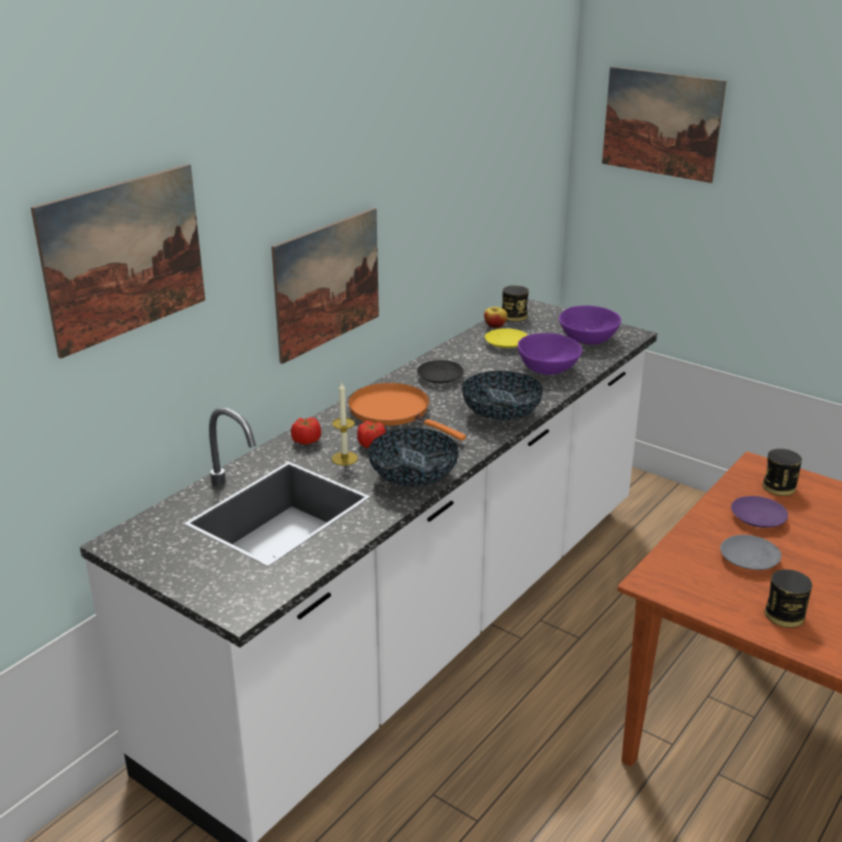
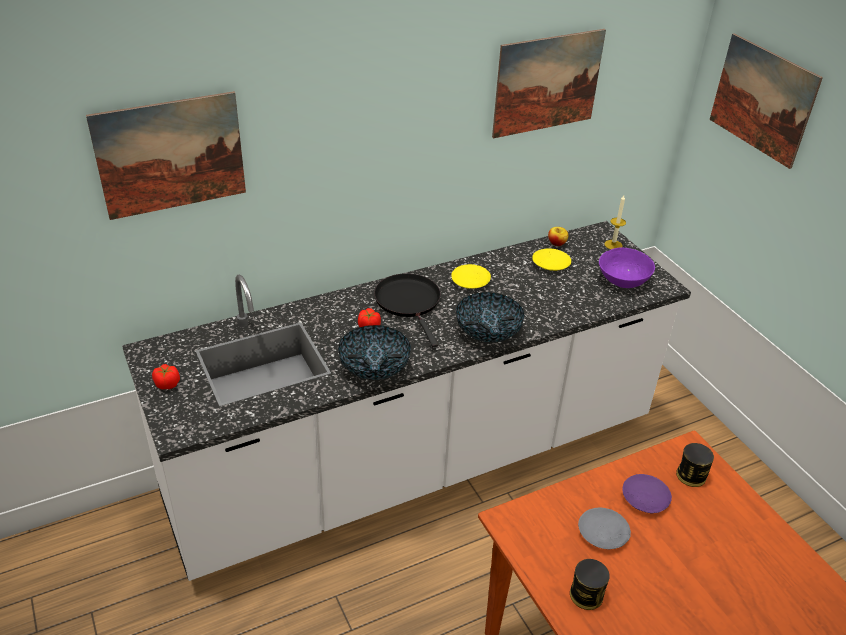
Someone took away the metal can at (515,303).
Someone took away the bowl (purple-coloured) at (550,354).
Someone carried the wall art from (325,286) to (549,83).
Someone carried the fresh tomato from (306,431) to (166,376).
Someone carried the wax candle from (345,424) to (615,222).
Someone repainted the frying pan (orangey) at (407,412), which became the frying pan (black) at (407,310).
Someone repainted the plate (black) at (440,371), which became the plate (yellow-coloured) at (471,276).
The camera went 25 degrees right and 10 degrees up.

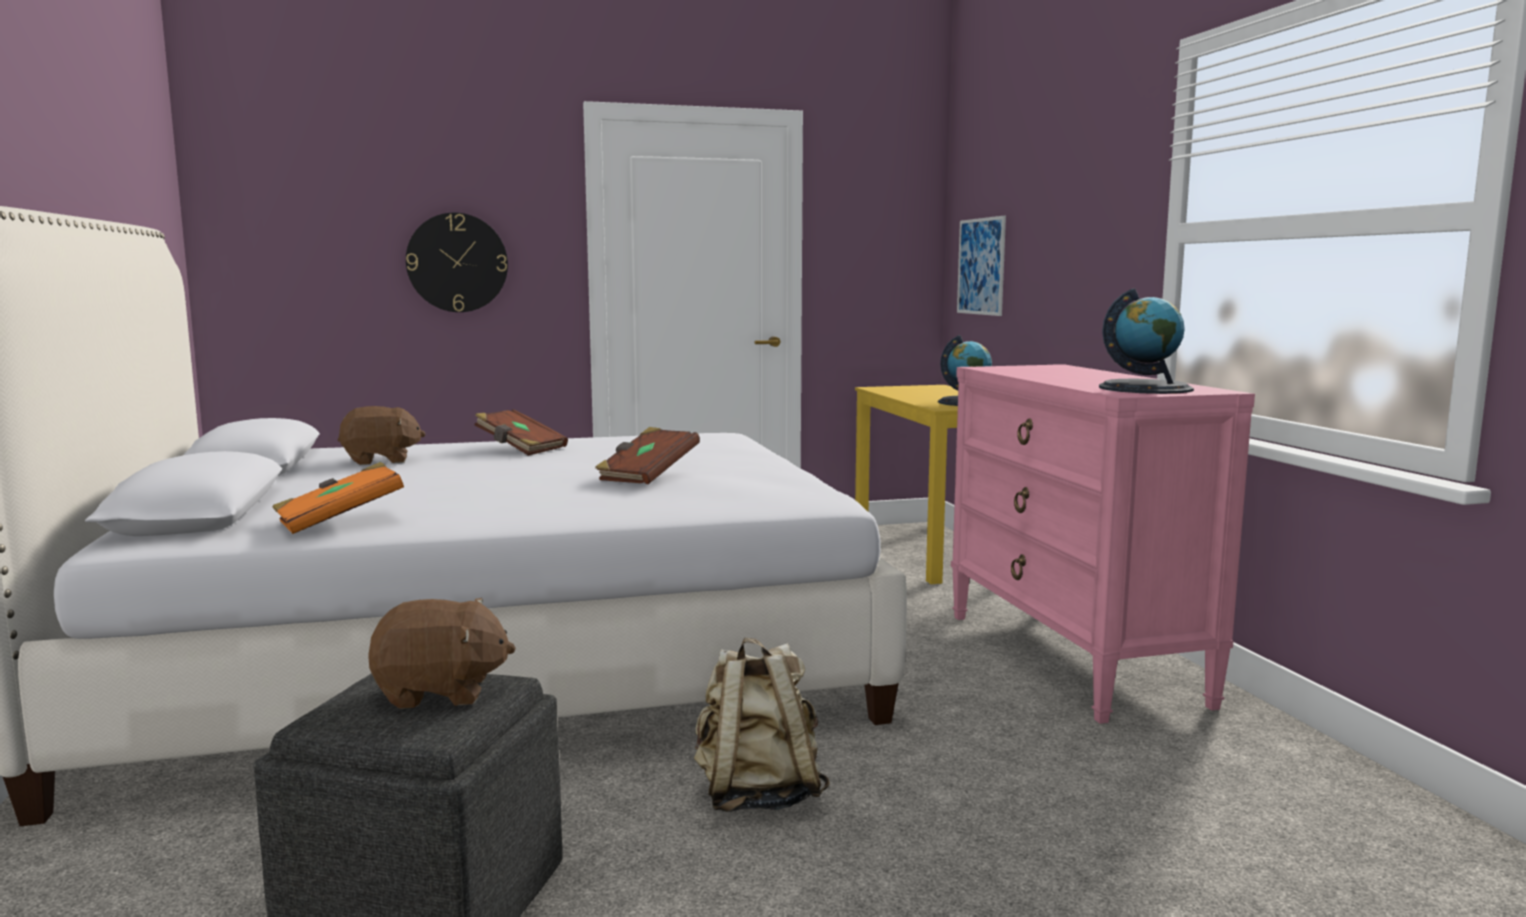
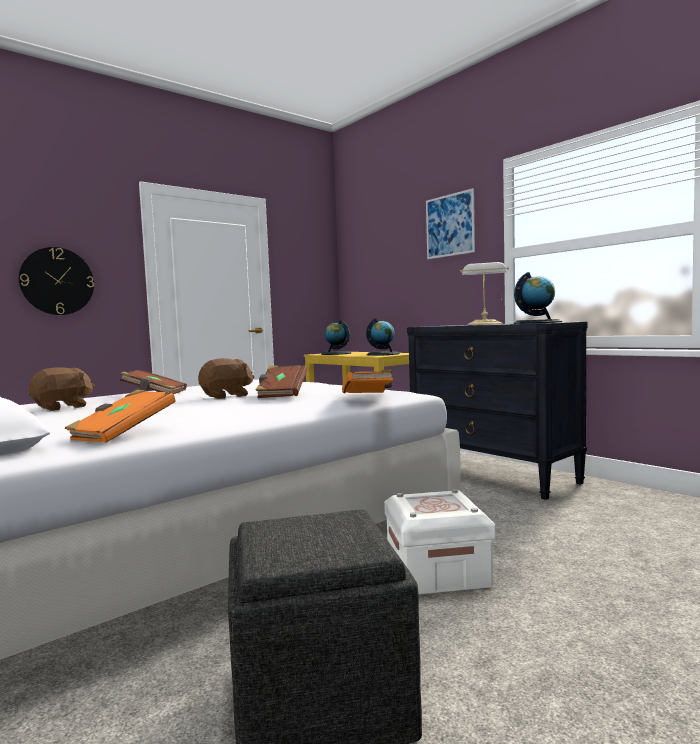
Someone put down the desk globe at (336,337).
Someone put down the book (orangey) at (367,381).
Someone put down the lamp for a table at (484,293).
Someone carried the soft toy (brown) from (442,653) to (226,378).
Someone carried the wall art from (981,266) to (450,223).
Someone swapped the knapsack (beige) at (762,725) for the storage bin (whitish) at (439,542).
Someone repainted the chest of drawers (pinkish) at (1103,544), which became the chest of drawers (black) at (497,411).
The camera went 25 degrees left and 5 degrees down.

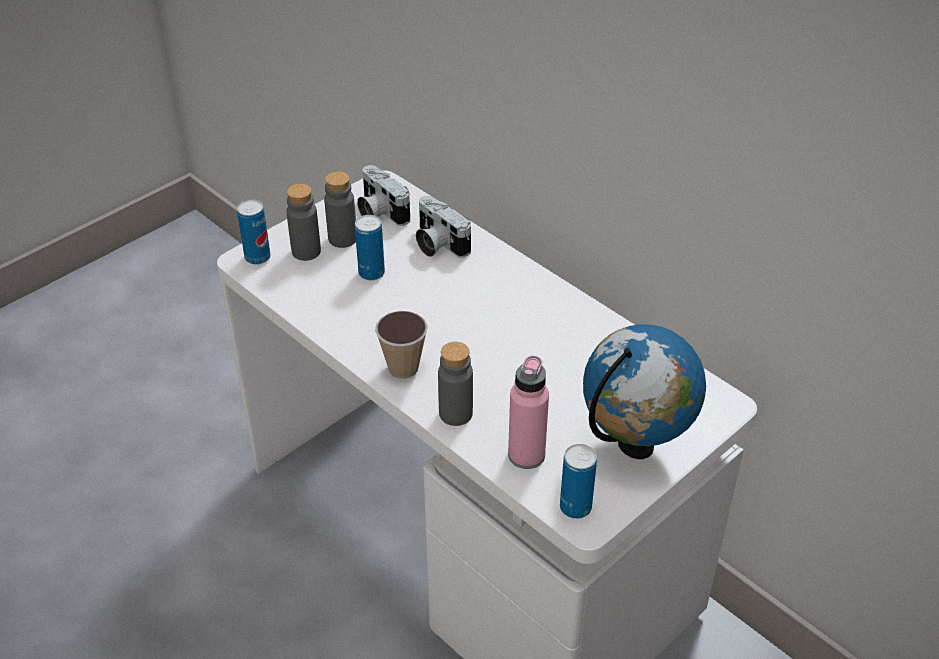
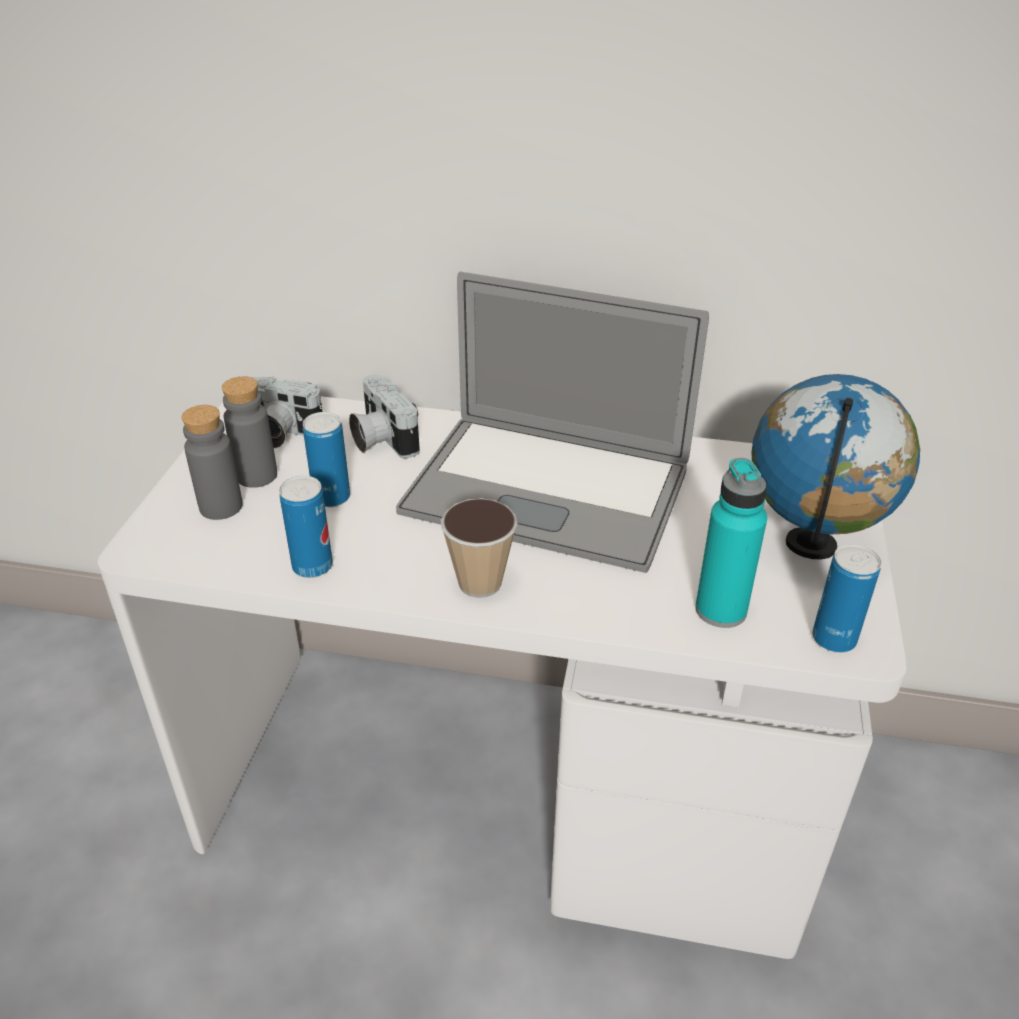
Someone took away the beverage bottle (greyish) at (455,384).
Someone put down the portable computer at (552,422).
Someone carried the metal can from (254,232) to (306,527).
Someone repainted the beverage bottle (pinkish) at (528,412), which became the beverage bottle (turquoise-coloured) at (731,543).
Someone rotated the still camera at (443,227) by 45 degrees clockwise.
The camera went 35 degrees left and 5 degrees down.

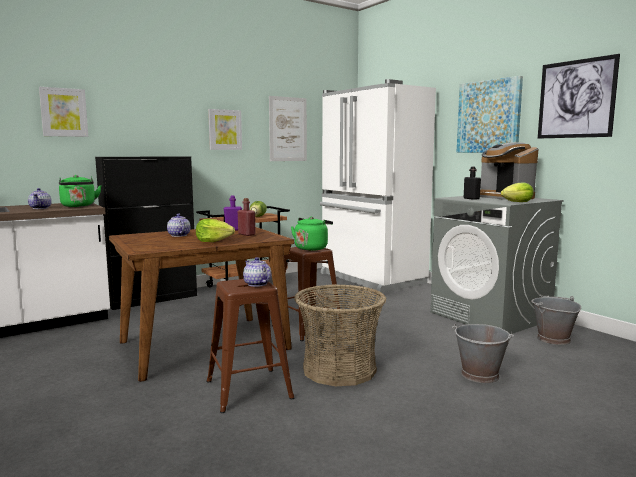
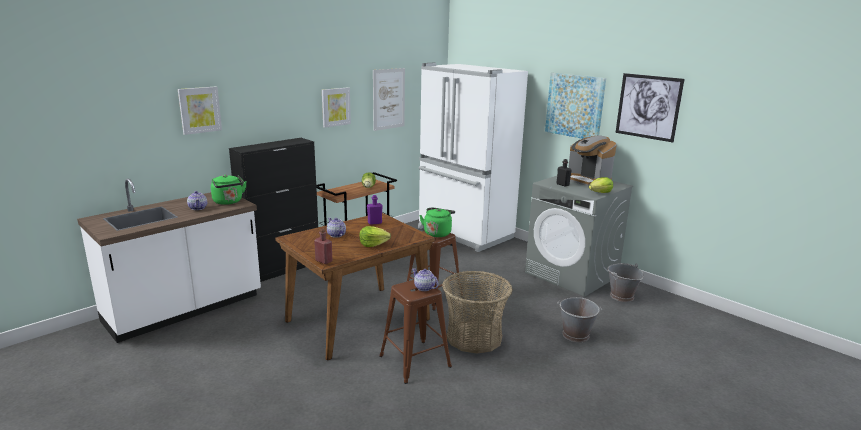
Someone carried the beverage bottle (red) from (247,217) to (323,246).
The camera went 10 degrees left and 10 degrees up.

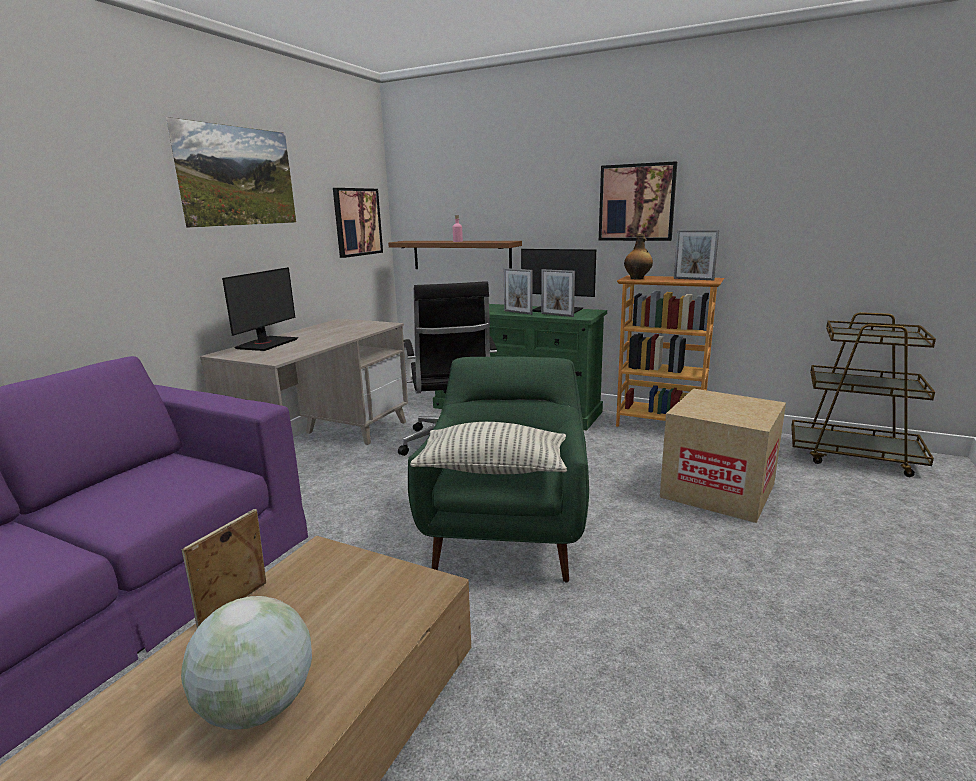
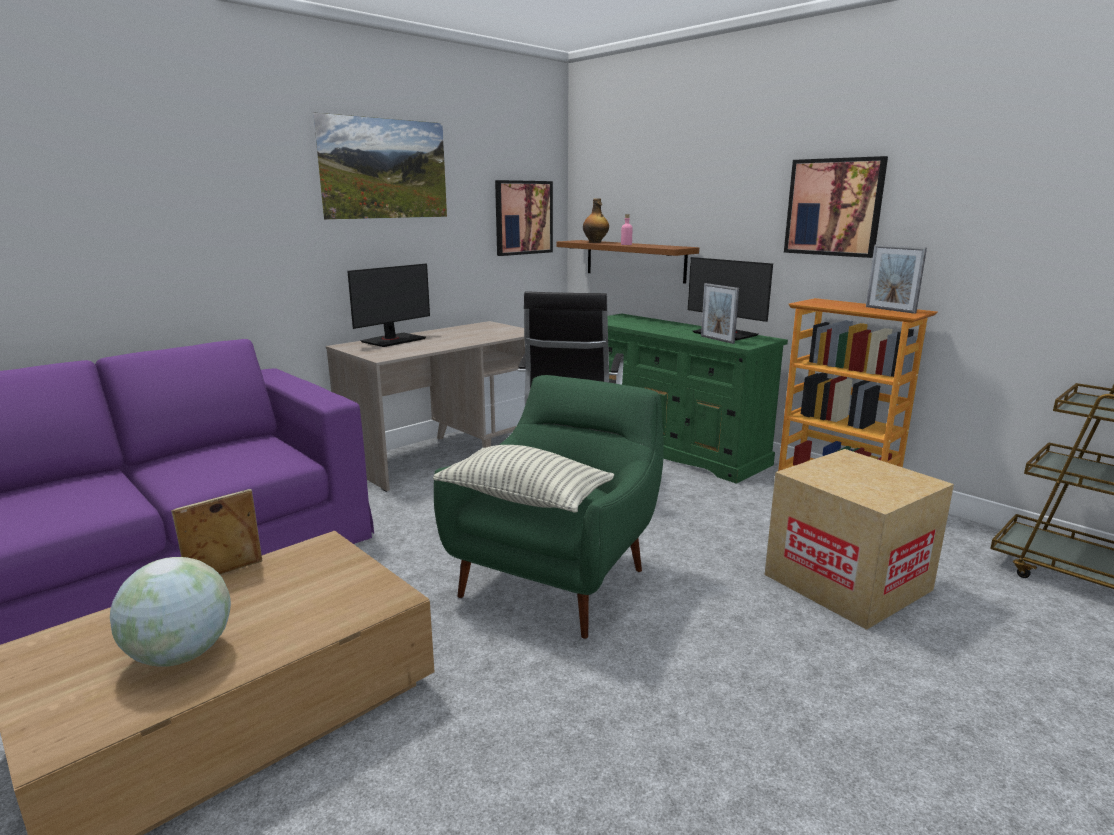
Someone took away the picture frame at (518,291).
Someone carried the beverage bottle from (638,256) to (596,220).
The camera went 20 degrees right and 0 degrees up.

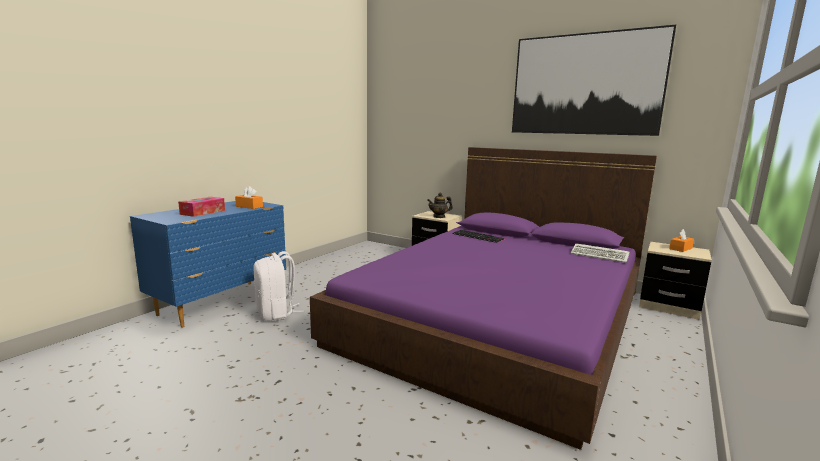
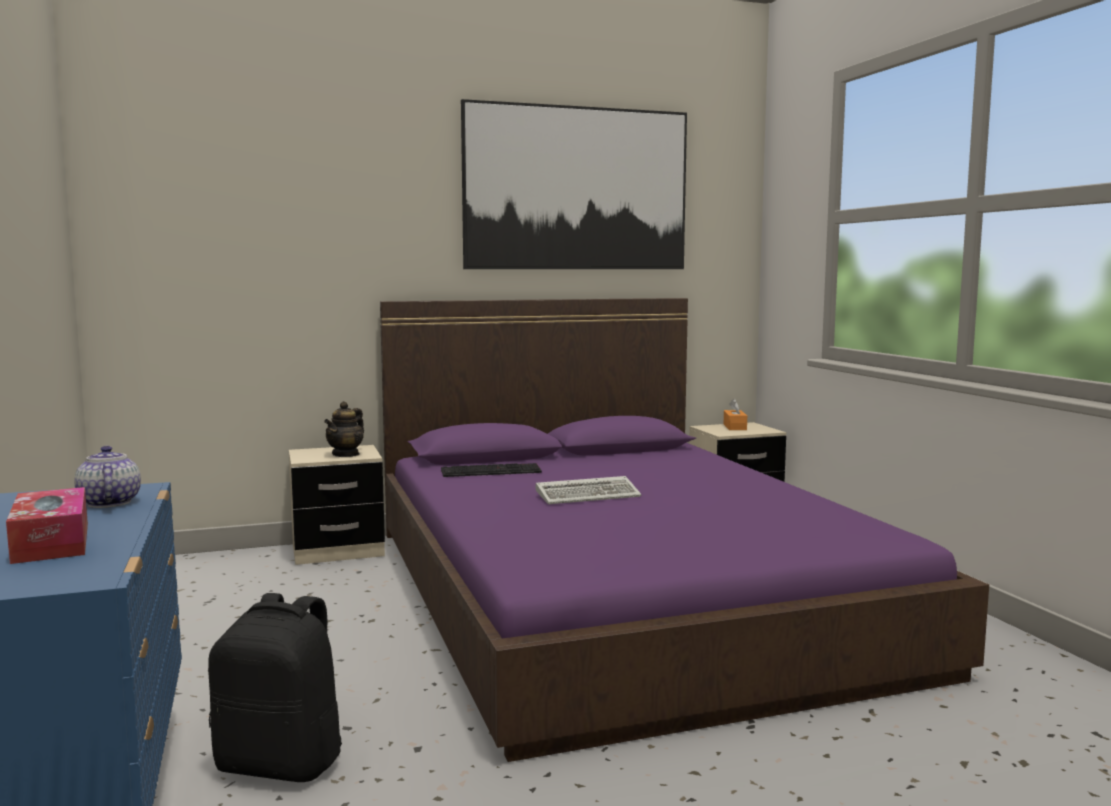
Someone carried the PC keyboard from (600,253) to (588,490).
Someone swapped the tissue holder (orangey) at (249,197) for the teapot at (108,477).
Someone repainted the knapsack (whitish) at (278,286), which became the knapsack (black) at (275,687).
The camera went 50 degrees left and 5 degrees down.

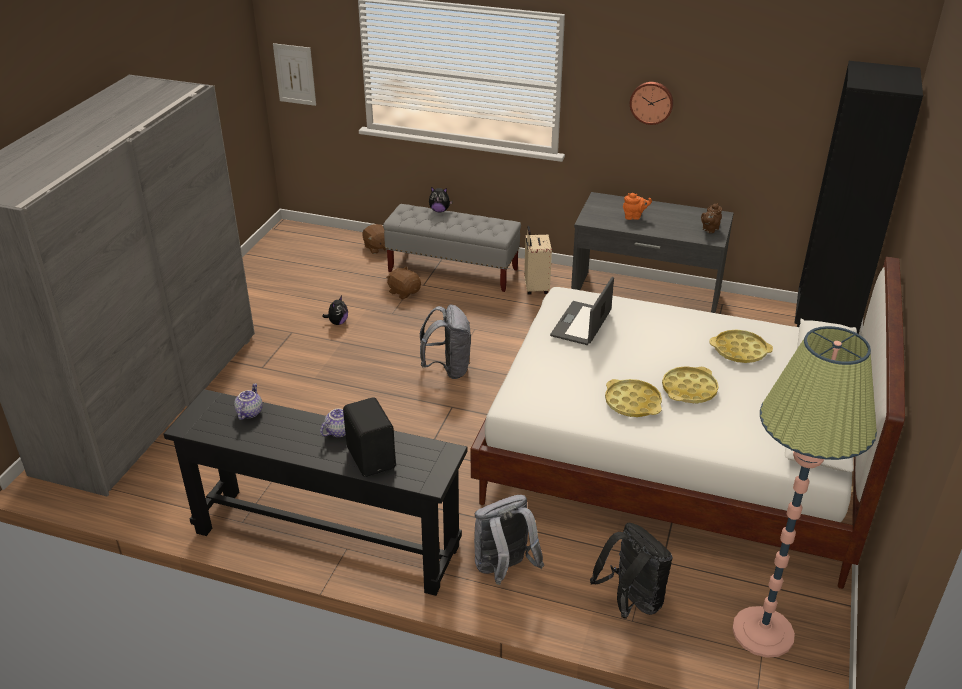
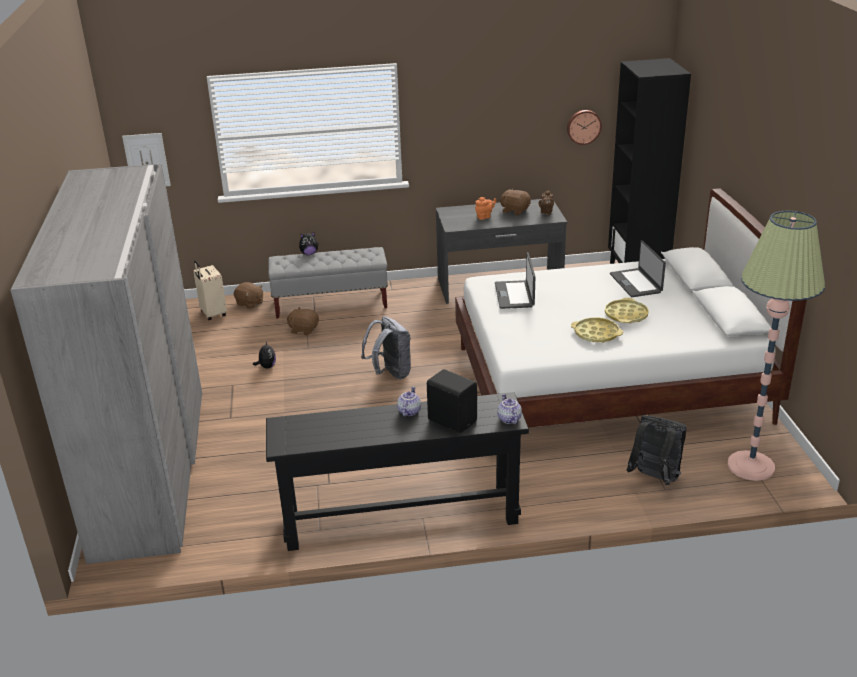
Someone took away the knapsack (greyish) at (509,540).
Someone put down the soft toy (brown) at (515,202).
Someone carried the teapot from (248,401) to (509,409).
Someone carried the piece of luggage (beige) from (538,260) to (210,290).
Someone carried the clock on the wall from (651,103) to (584,127).
Someone swapped the serving tray (yellow-coloured) at (741,346) for the portable computer at (638,268).
The camera went 25 degrees left and 5 degrees down.

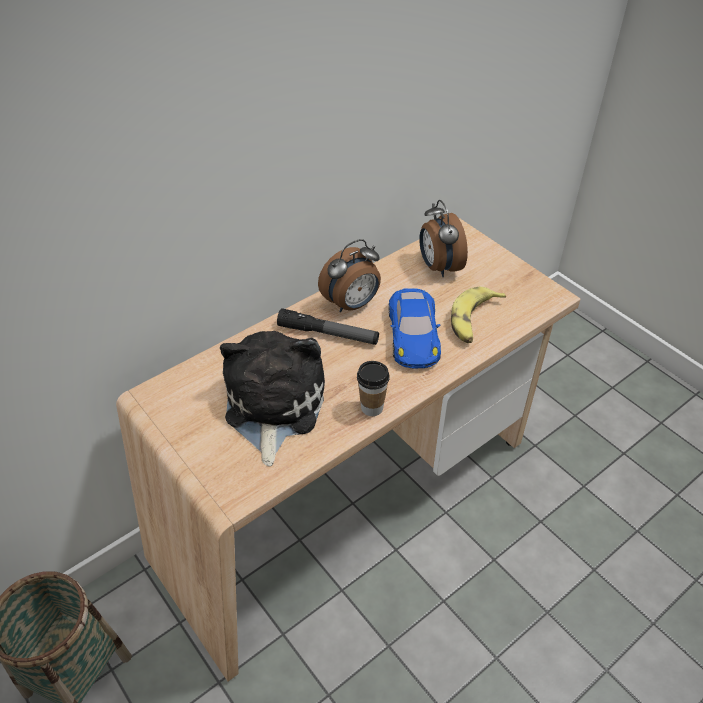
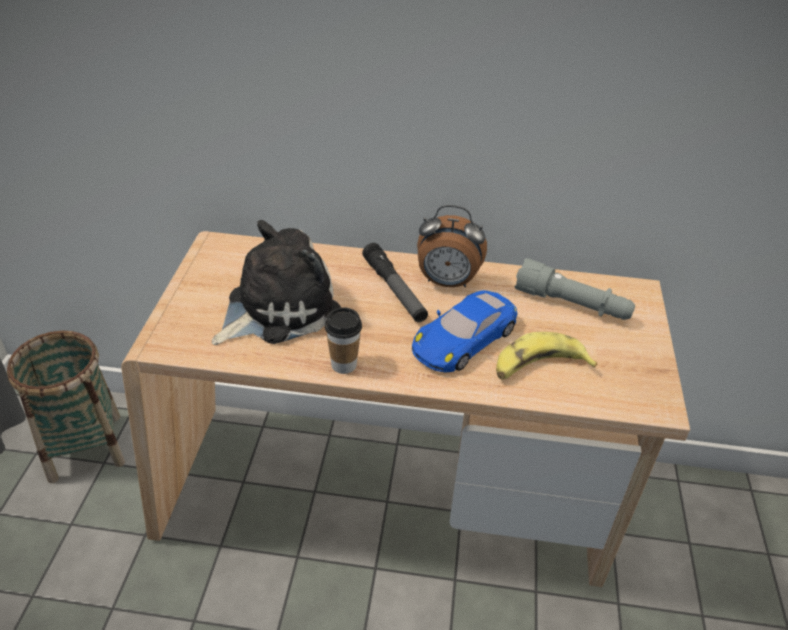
Someone swapped the table clock at (443,238) for the torch (greyish) at (575,289).
The camera went 45 degrees right and 5 degrees down.

